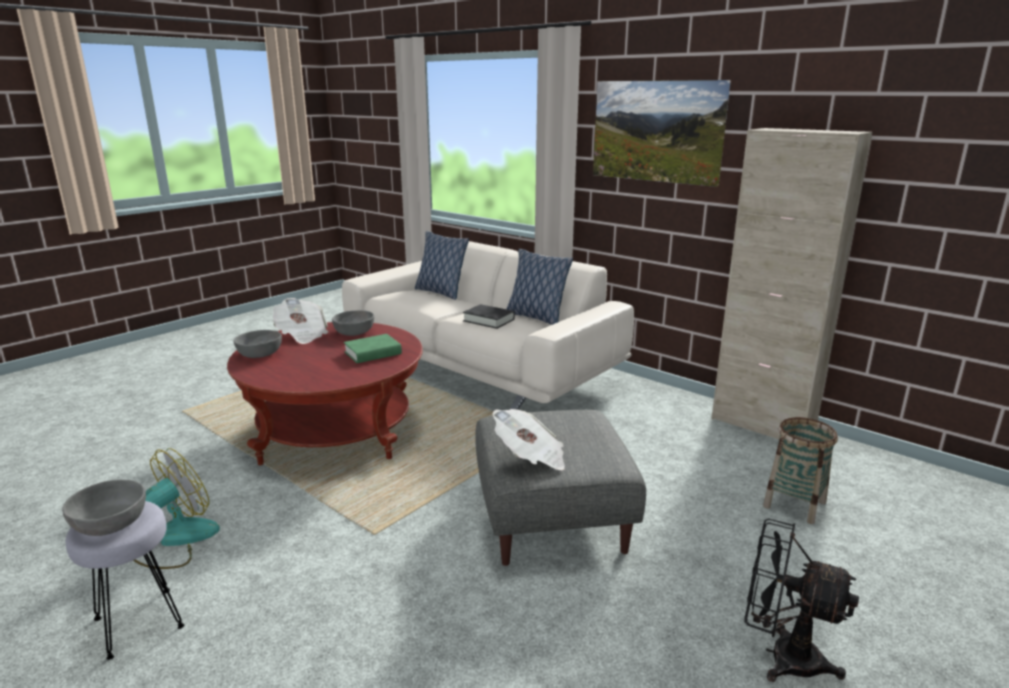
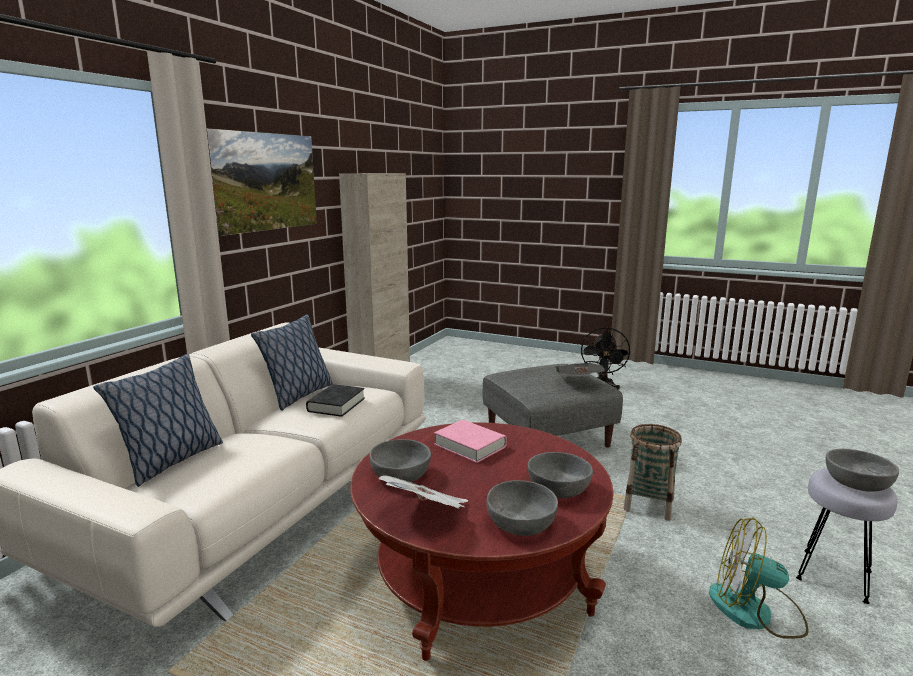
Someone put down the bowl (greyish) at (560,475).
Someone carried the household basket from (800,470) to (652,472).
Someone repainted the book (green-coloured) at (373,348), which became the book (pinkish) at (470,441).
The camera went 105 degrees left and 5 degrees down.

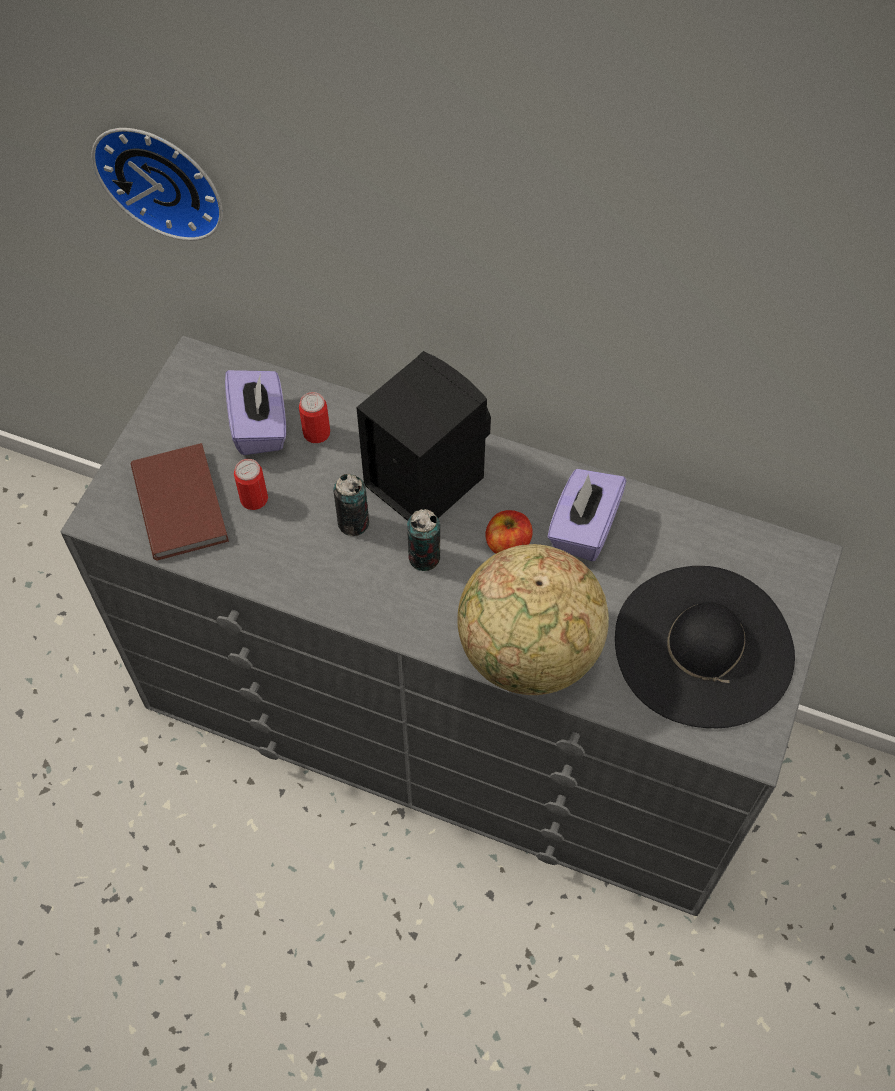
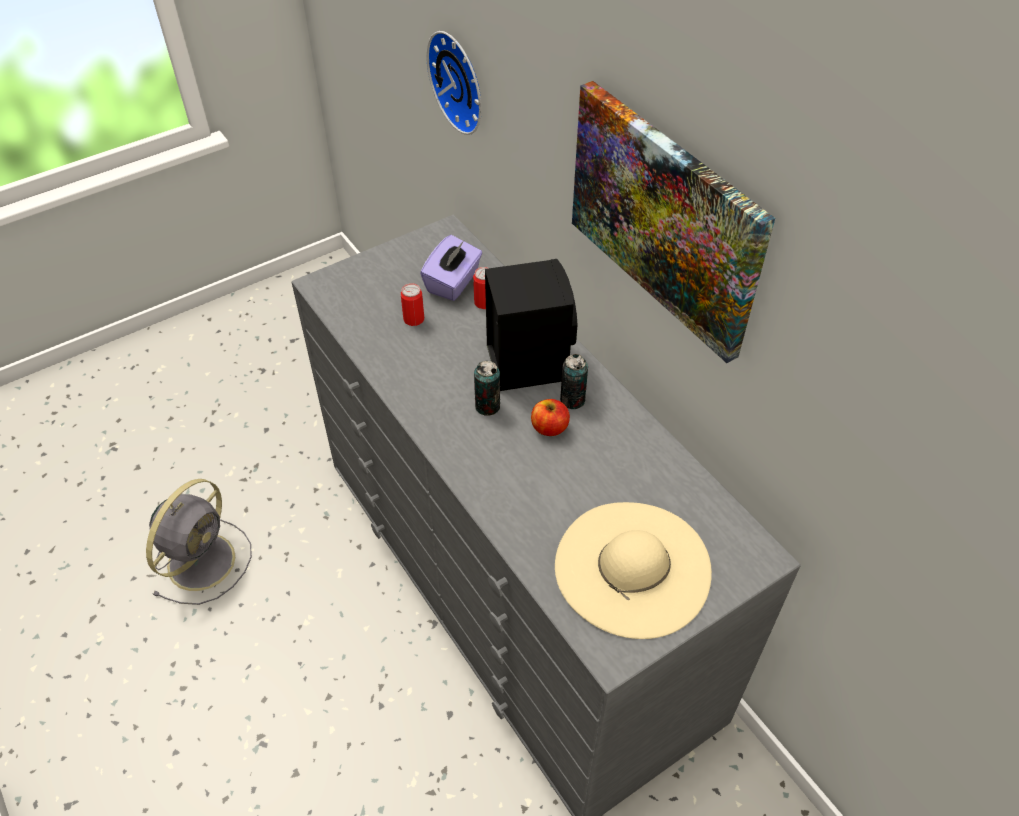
Someone took away the book (brown) at (180,501).
Someone took away the desk globe at (533,619).
Someone took away the tissue holder (purple-coloured) at (586,515).
Someone put down the fan (greyish) at (199,542).
Someone put up the wall art at (673,222).
Someone carried the metal can from (351,504) to (574,381).
Someone repainted the wearable hat (black) at (705,647), which became the wearable hat (beige) at (633,570).
The camera went 35 degrees right and 10 degrees down.

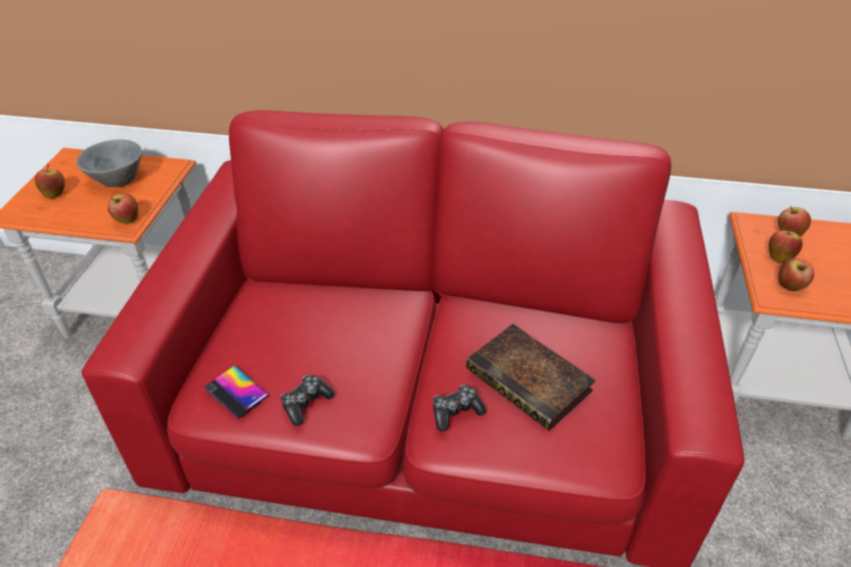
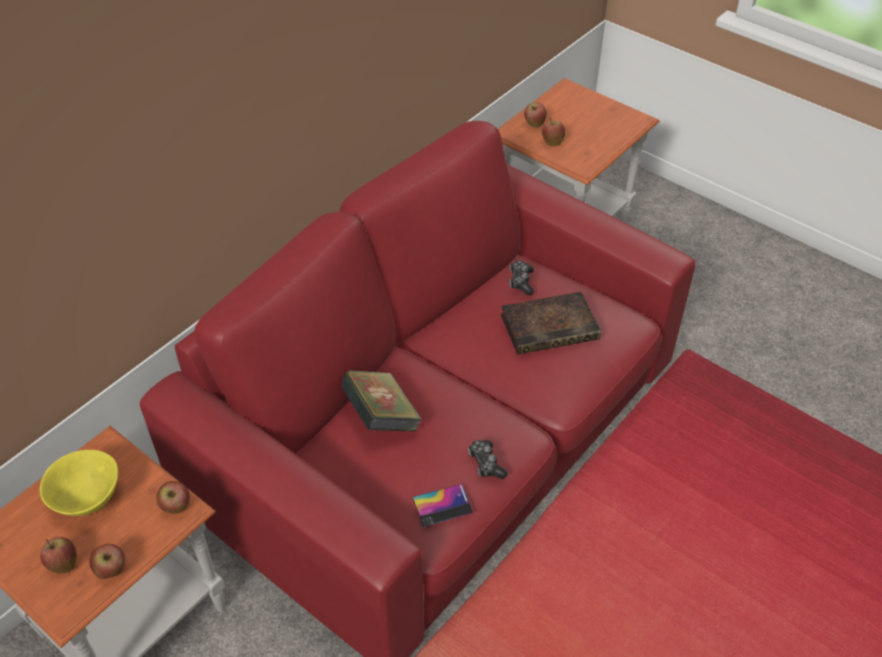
Someone put down the book at (381,400).
Someone carried the gamepad from (460,408) to (522,277).
Someone carried the apple from (796,274) to (107,561).
Someone repainted the bowl (greyish) at (109,163), which became the bowl (yellow-coloured) at (79,483).
The camera went 60 degrees left and 5 degrees up.

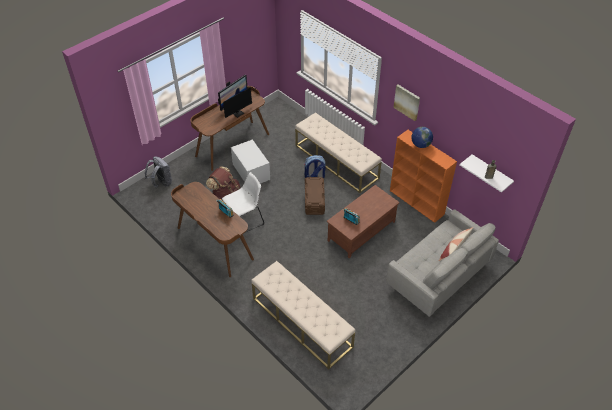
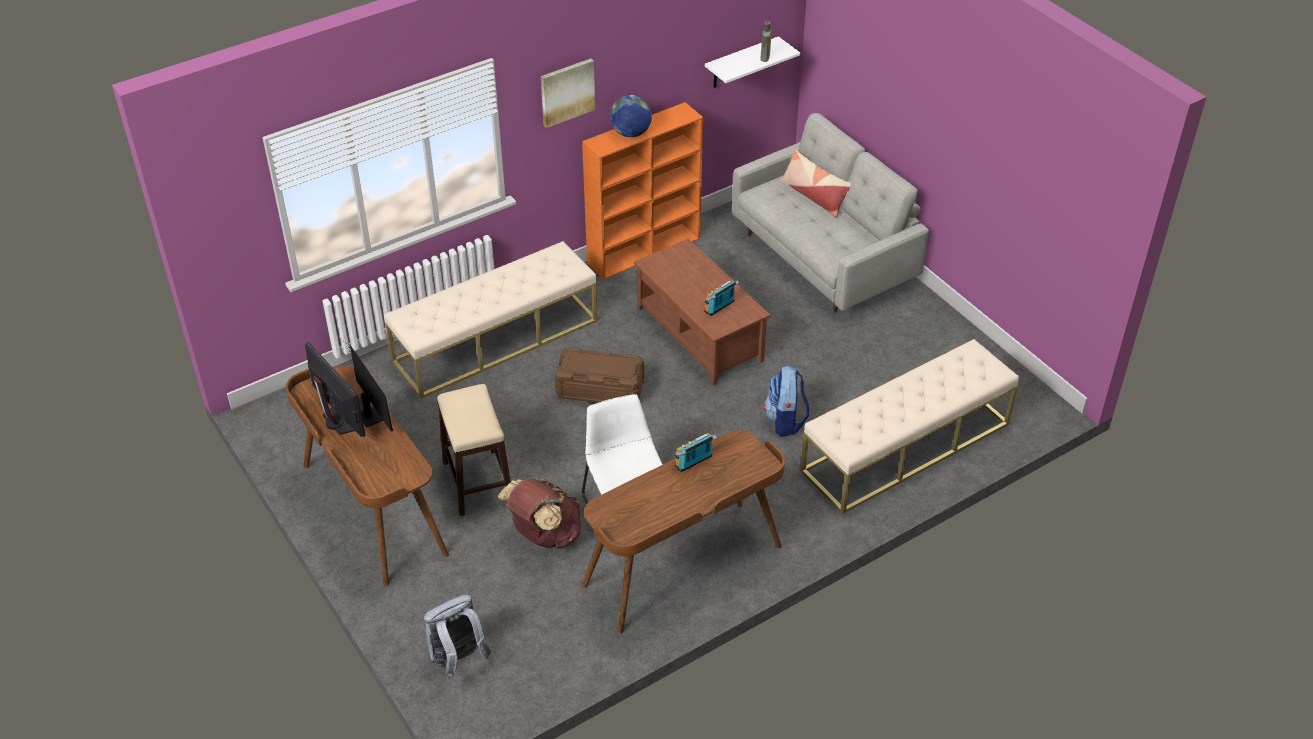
Someone carried the knapsack from (315,166) to (786,401).
Someone swapped the storage bin (whitish) at (250,161) for the stool at (474,450).
The camera went 80 degrees left and 5 degrees down.

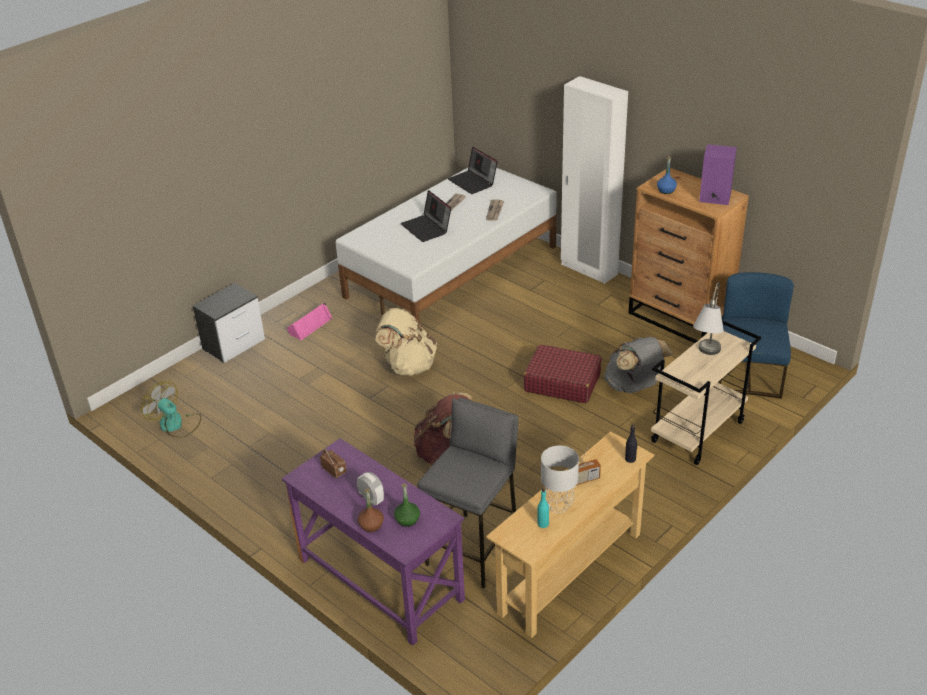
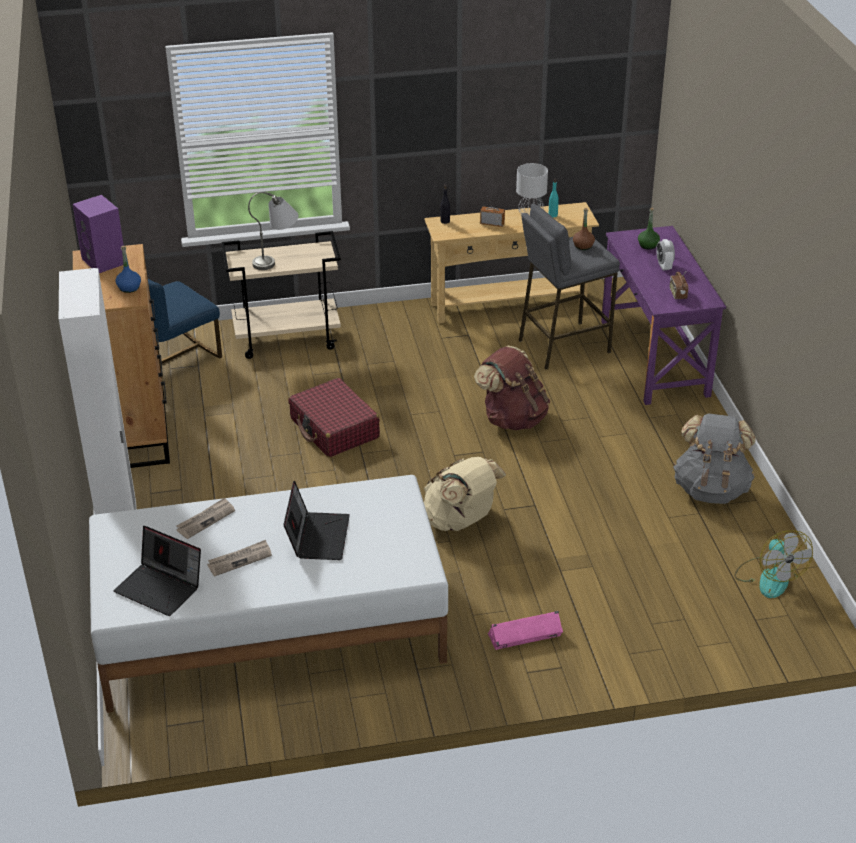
Someone took away the nightstand at (229,323).
Someone carried the beverage bottle (brown) from (371,510) to (584,229).
Someone carried the knapsack (greyish) from (638,365) to (714,458).
Someone rotated the portable computer at (473,170) by 120 degrees clockwise.
The camera went 145 degrees left and 0 degrees up.

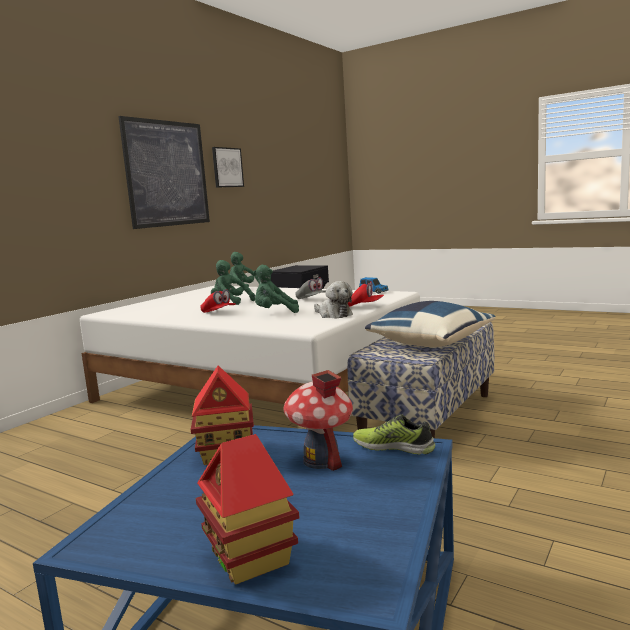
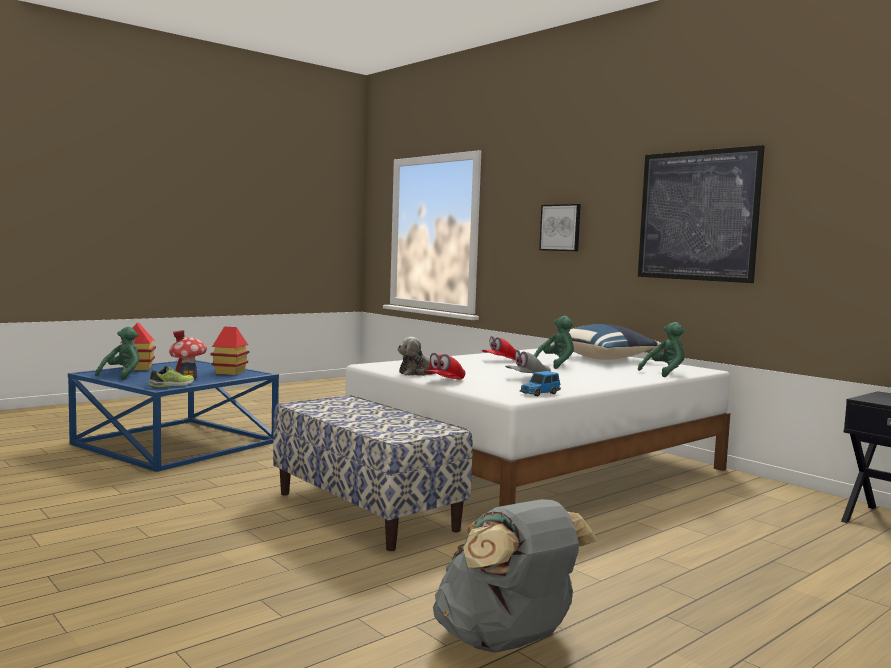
Someone put down the knapsack (greyish) at (515,575).
Someone carried the wall art from (228,167) to (560,227).
Someone carried the soft toy (green-coloured) from (276,289) to (117,353).
Someone carried the pillow (blue) from (430,324) to (607,342).
The camera went 105 degrees right and 5 degrees down.

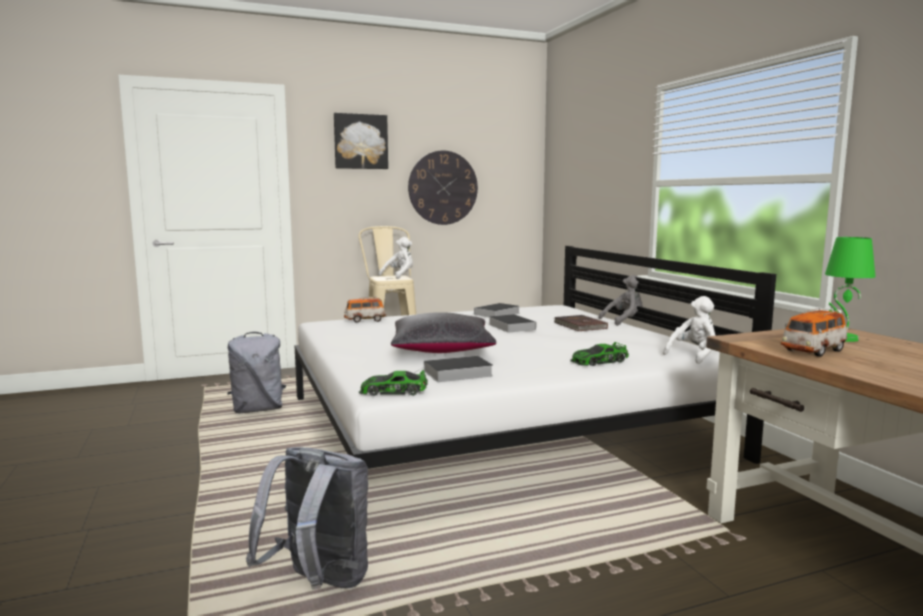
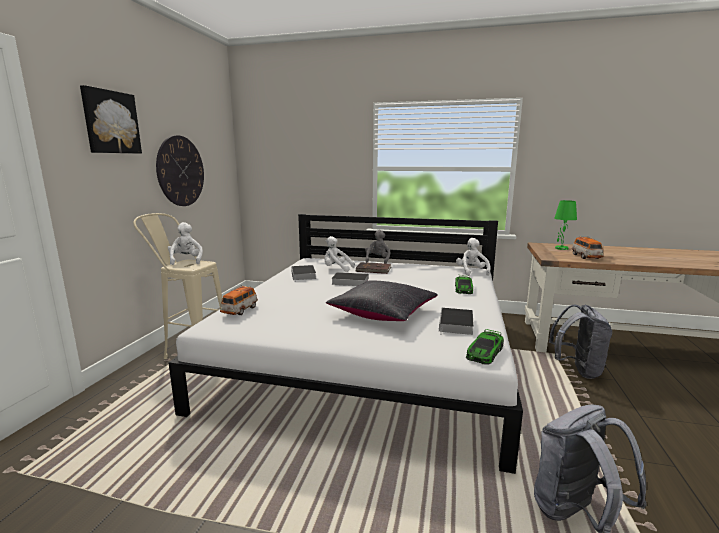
Someone put down the soft toy (whitish) at (339,254).
Someone carried the knapsack (greyish) from (256,372) to (580,342).
The camera went 55 degrees left and 5 degrees up.

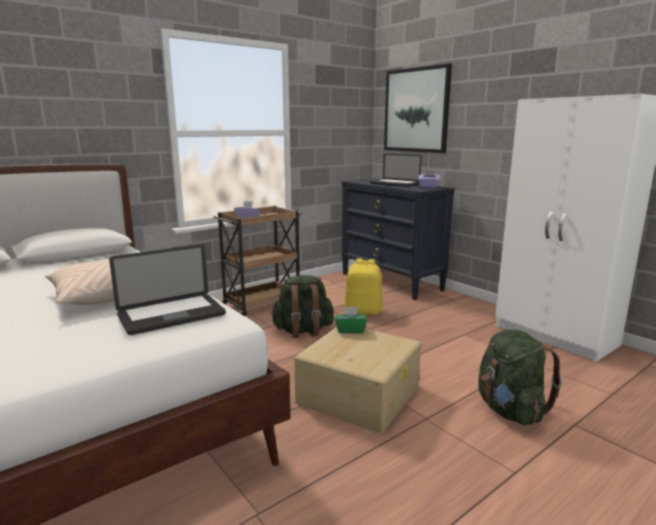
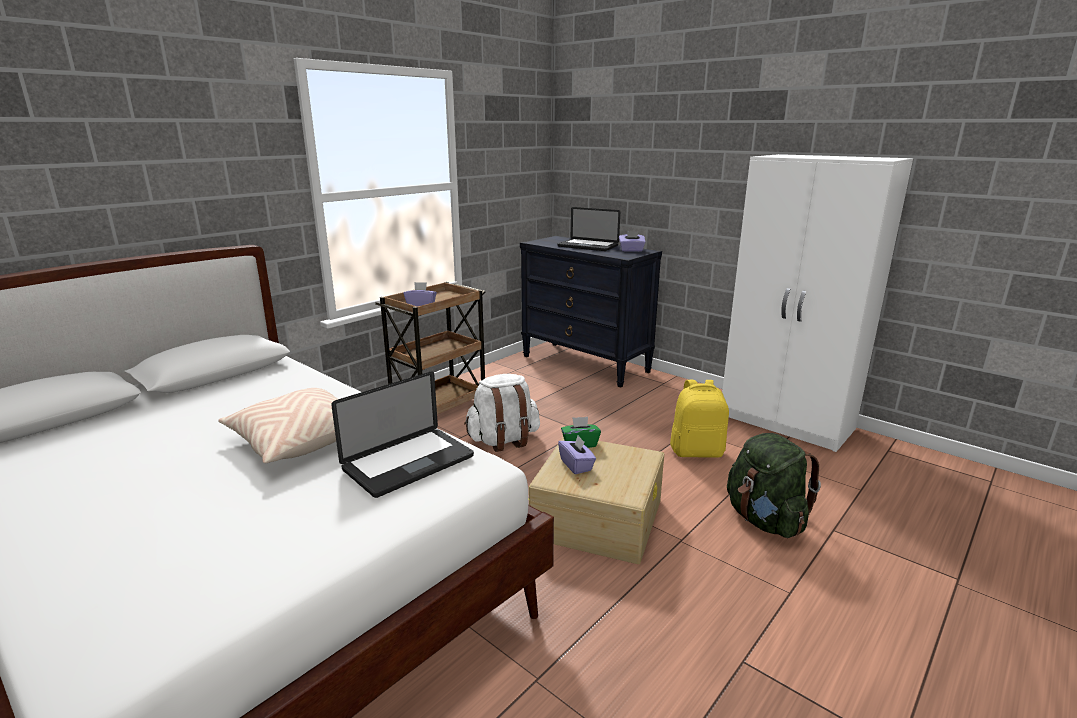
Someone took away the wall art at (418,108).
Someone put down the tissue holder (purple-coloured) at (577,455).
Someone carried the knapsack (yellow-coloured) from (363,286) to (699,418).
Someone repainted the knapsack (green-coloured) at (302,306), which became the knapsack (whitish) at (502,413).
The camera went 10 degrees left and 5 degrees up.

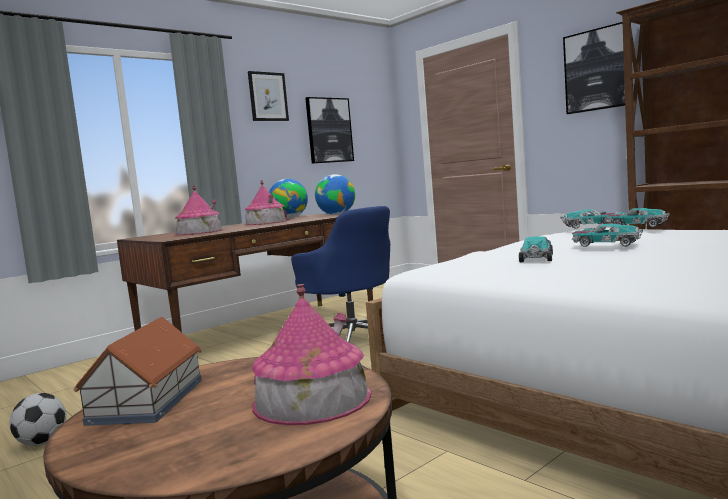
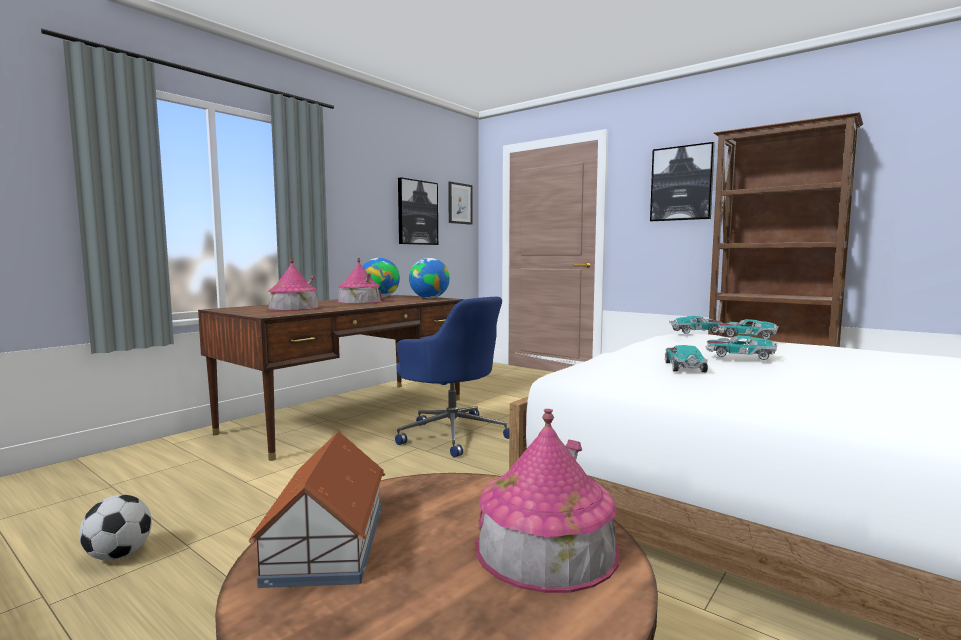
Someone carried the wall art from (268,96) to (460,203).
The camera went 10 degrees left and 0 degrees up.

